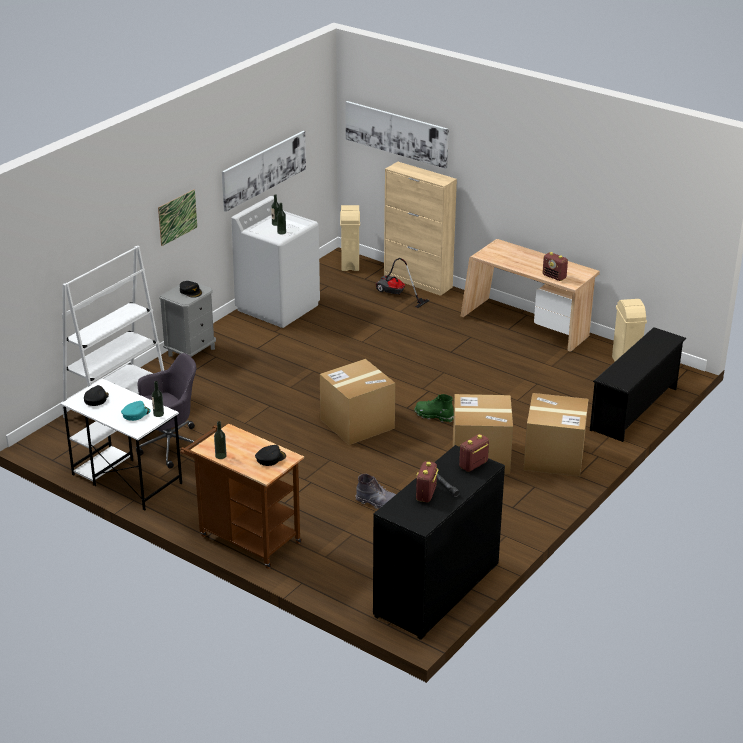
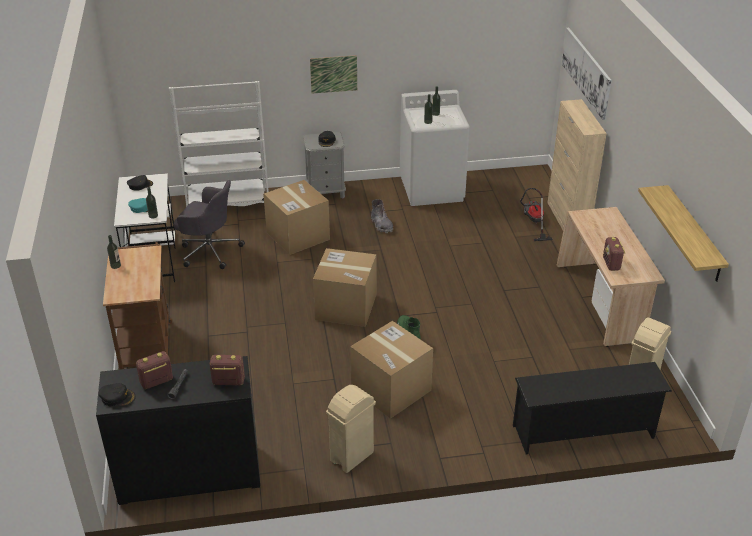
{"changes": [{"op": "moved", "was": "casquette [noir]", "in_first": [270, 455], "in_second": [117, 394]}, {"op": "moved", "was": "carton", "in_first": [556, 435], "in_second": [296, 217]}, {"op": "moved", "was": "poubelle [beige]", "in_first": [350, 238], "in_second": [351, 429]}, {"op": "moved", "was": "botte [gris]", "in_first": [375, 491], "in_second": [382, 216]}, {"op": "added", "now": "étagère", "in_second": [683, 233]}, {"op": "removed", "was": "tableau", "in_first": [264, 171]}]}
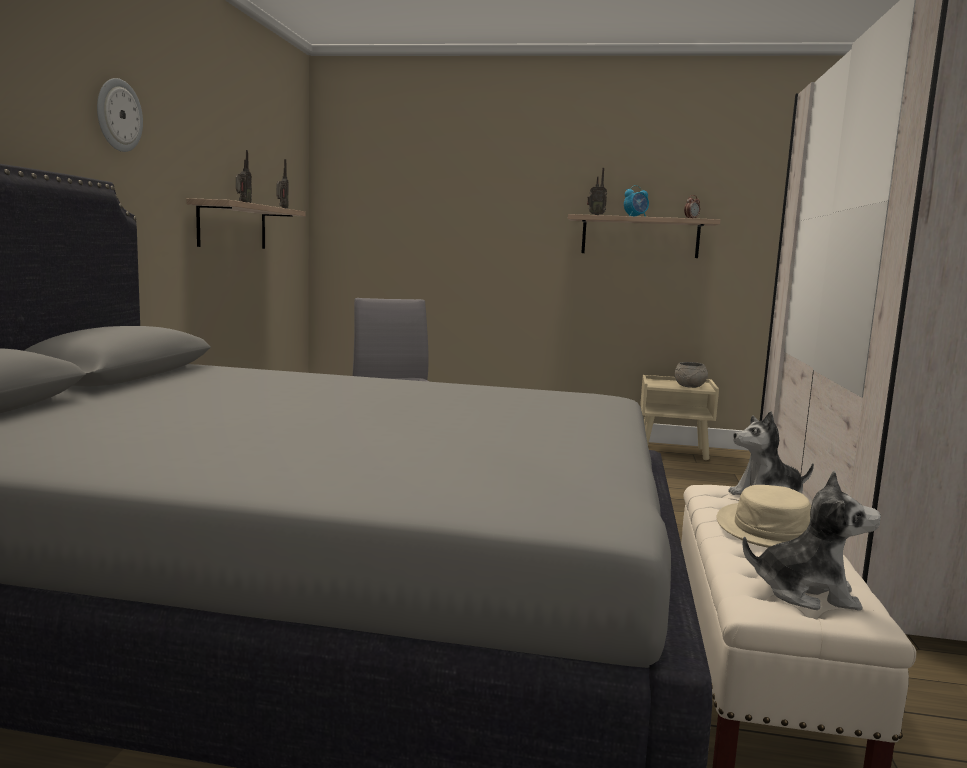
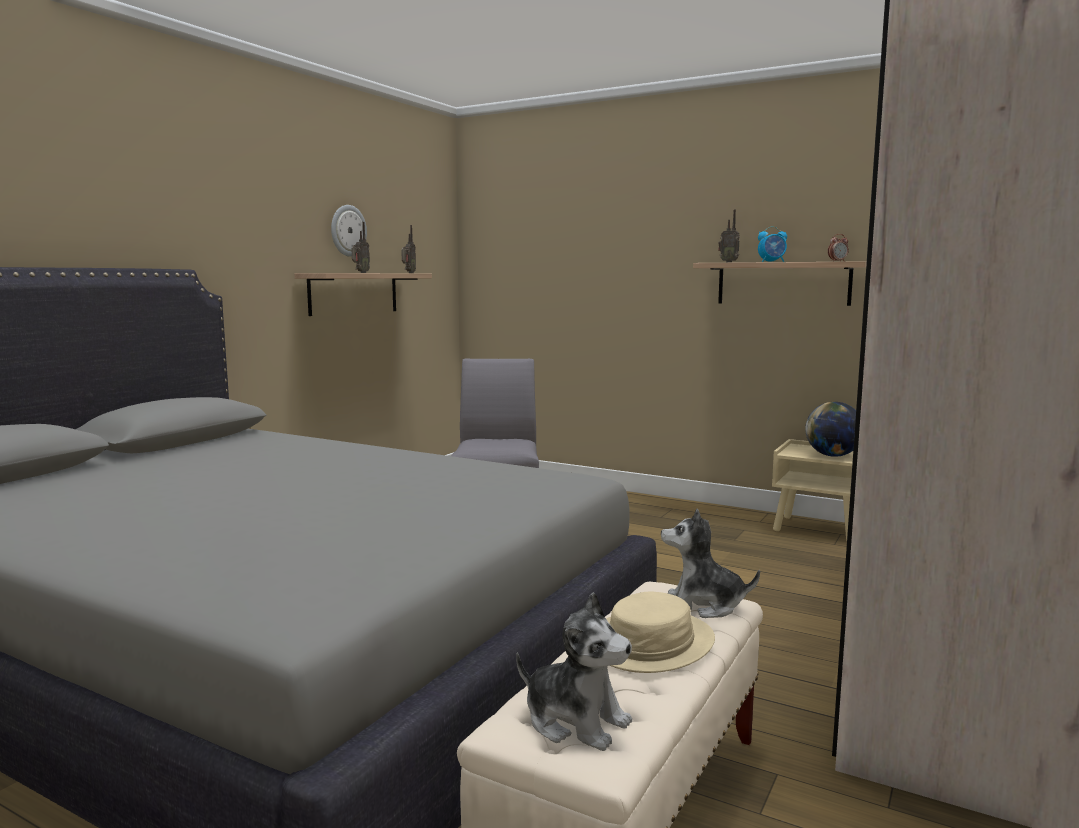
{"changes": [{"op": "moved", "was": "horloge murale", "in_first": [120, 115], "in_second": [349, 231]}, {"op": "replaced", "was": "bol [gris]", "now": "globe", "in_first": [691, 375], "in_second": [830, 429]}]}
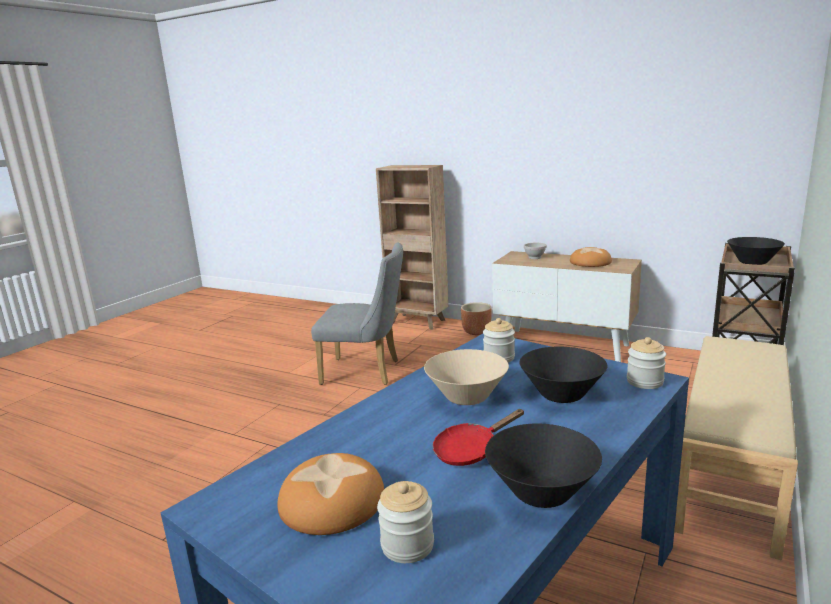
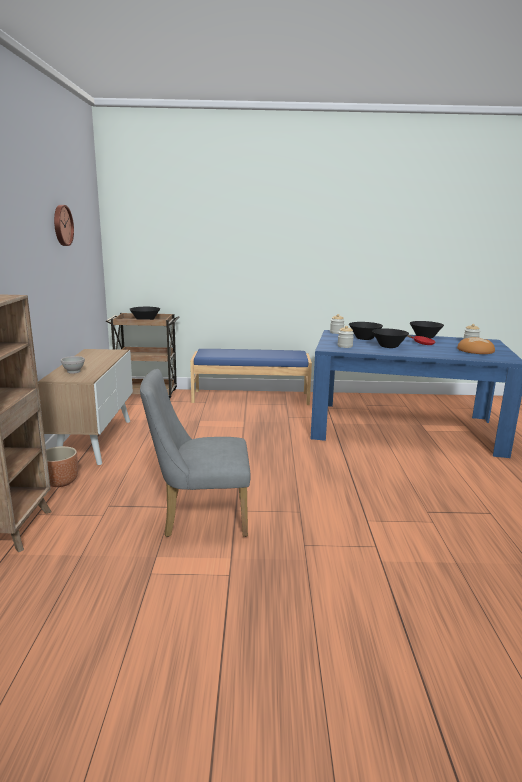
{"changes": [{"op": "added", "now": "horloge murale", "in_second": [64, 225]}, {"op": "turned", "was": "chaise [gris]", "in_first": [357, 314], "in_second": [195, 453], "clockwise": -75}, {"op": "recoloured", "was": "banc [beige]", "now": "banc [bleu]", "in_first": [736, 448], "in_second": [251, 377]}, {"op": "recoloured", "was": "bol [beige]", "now": "bol [noir]", "in_first": [466, 377], "in_second": [390, 338]}, {"op": "removed", "was": "pain", "in_first": [591, 257]}]}
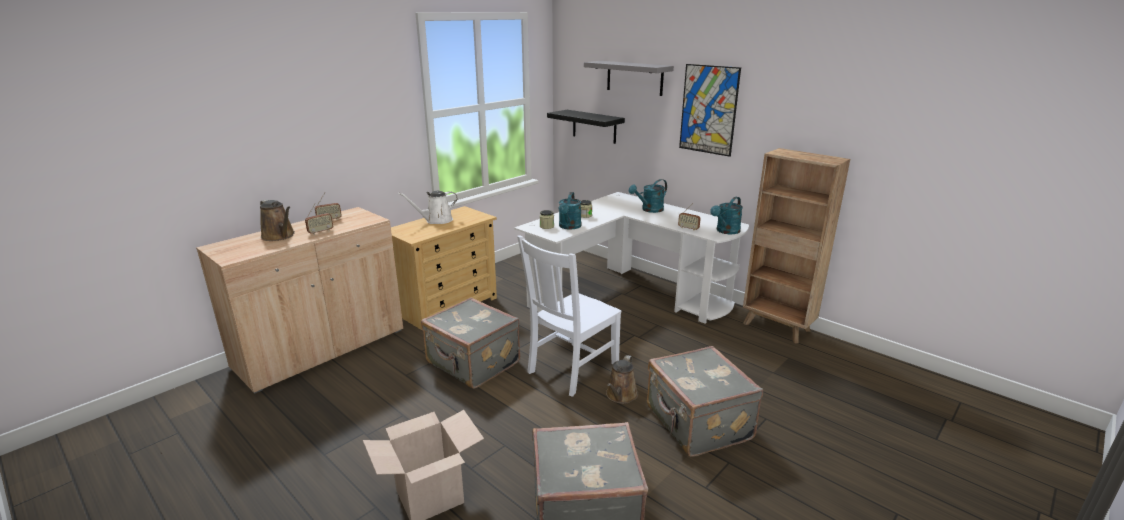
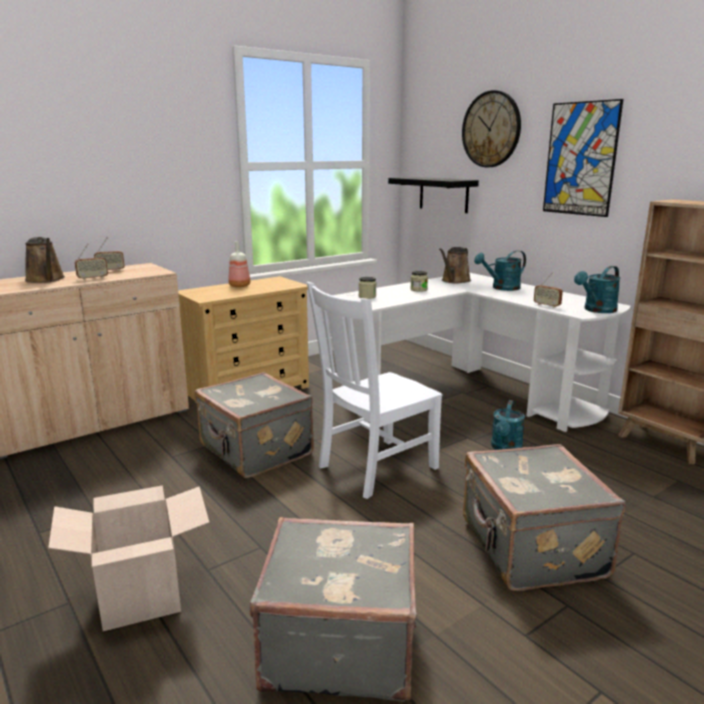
{"changes": [{"op": "replaced", "was": "arrosoir [blanc]", "now": "bouteille", "in_first": [428, 207], "in_second": [239, 264]}, {"op": "moved", "was": "arrosoir [marron]", "in_first": [622, 379], "in_second": [455, 265]}, {"op": "replaced", "was": "étagère [gris]", "now": "horloge murale", "in_first": [629, 78], "in_second": [491, 128]}, {"op": "moved", "was": "arrosoir [turquoise]", "in_first": [569, 211], "in_second": [508, 425]}]}
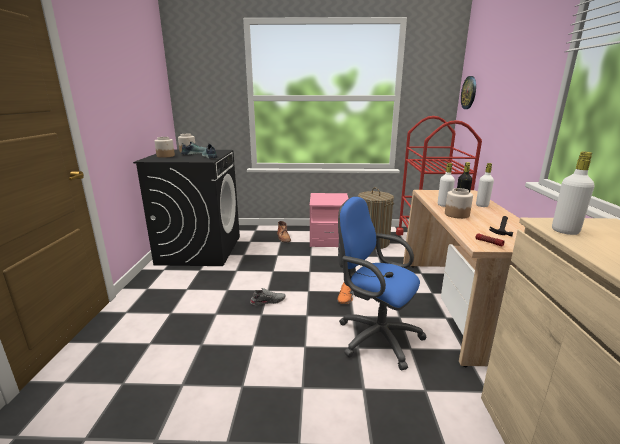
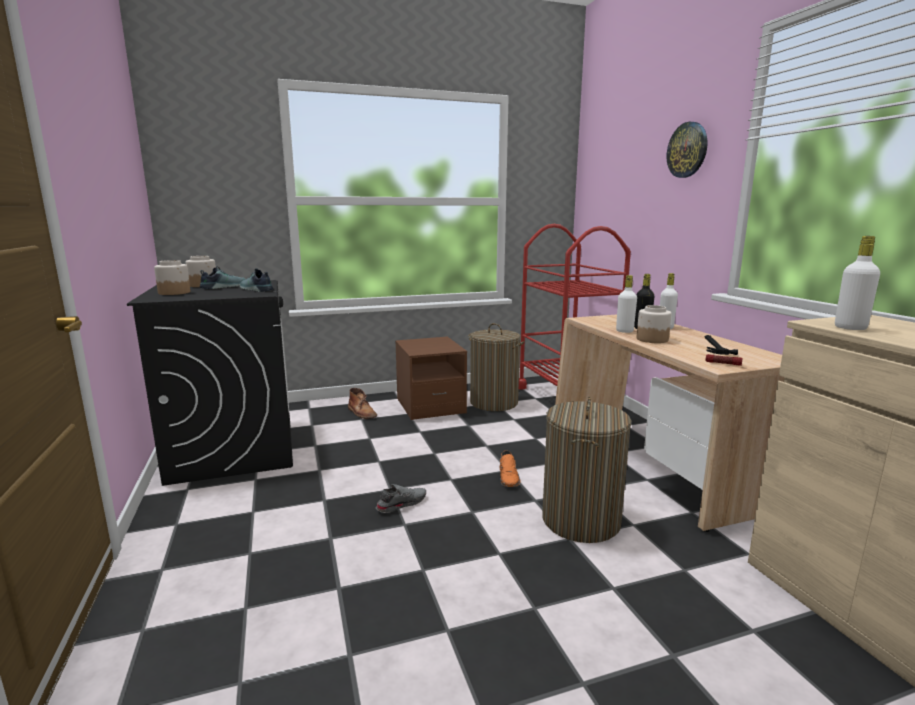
{"changes": [{"op": "recoloured", "was": "table de chevet [rose]", "now": "table de chevet [marron]", "in_first": [329, 220], "in_second": [431, 378]}, {"op": "replaced", "was": "chaise de bureau [bleu]", "now": "panier à linge", "in_first": [382, 283], "in_second": [586, 470]}, {"op": "moved", "was": "horloge murale", "in_first": [468, 92], "in_second": [687, 150]}]}
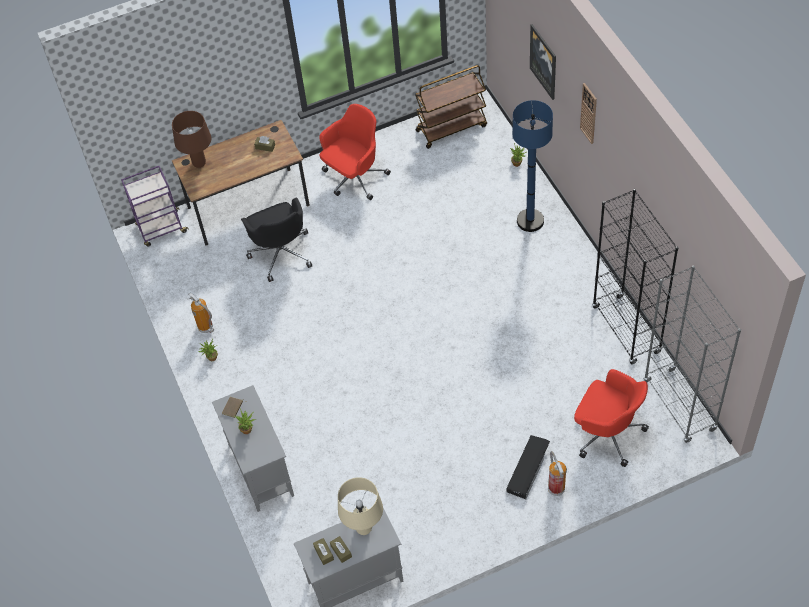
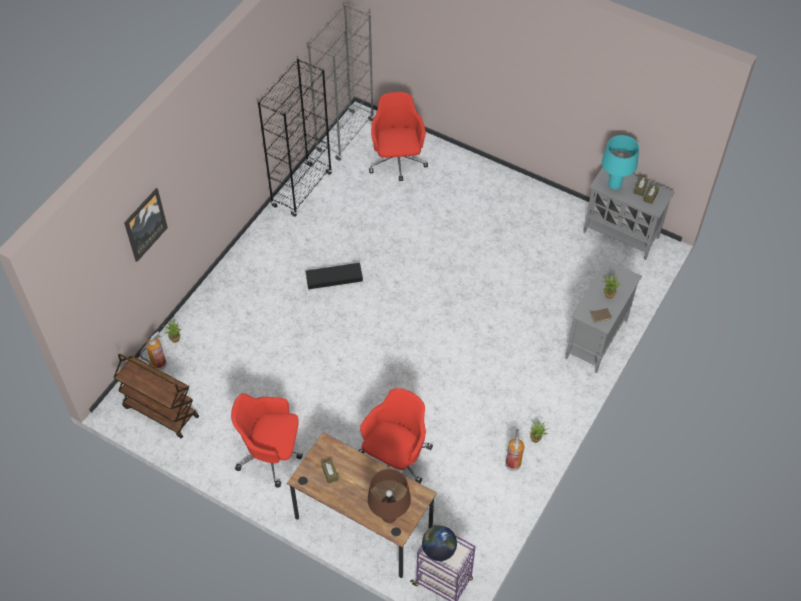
{"changes": [{"op": "moved", "was": "extincteur", "in_first": [557, 473], "in_second": [153, 350]}, {"op": "moved", "was": "boîte de rangement [noir]", "in_first": [528, 467], "in_second": [334, 276]}, {"op": "recoloured", "was": "chaise de bureau [noir]", "now": "chaise de bureau [rouge]", "in_first": [276, 239], "in_second": [396, 435]}, {"op": "added", "now": "globe", "in_second": [439, 543]}, {"op": "recoloured", "was": "lampe de table [beige]", "now": "lampe de table [turquoise]", "in_first": [360, 506], "in_second": [620, 162]}, {"op": "removed", "was": "lampadaire [bleu]", "in_first": [533, 166]}, {"op": "removed", "was": "horloge murale", "in_first": [588, 113]}]}
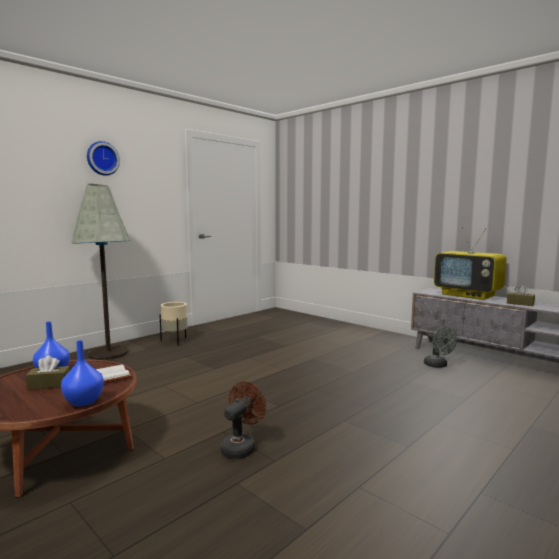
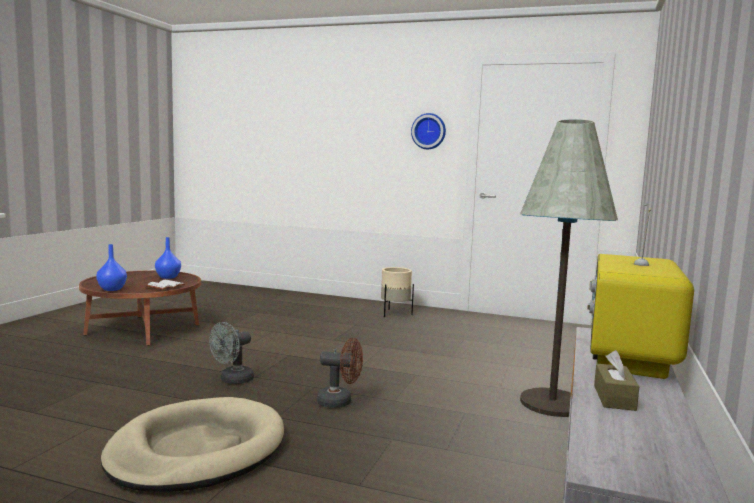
{"changes": [{"op": "added", "now": "panier pour chien [beige]", "in_second": [192, 444]}, {"op": "moved", "was": "ventilateur [gris]", "in_first": [440, 347], "in_second": [231, 353]}, {"op": "moved", "was": "ventilateur [marron]", "in_first": [243, 420], "in_second": [340, 373]}, {"op": "moved", "was": "horloge murale", "in_first": [103, 158], "in_second": [428, 131]}, {"op": "moved", "was": "lampadaire [gris]", "in_first": [101, 272], "in_second": [569, 268]}, {"op": "removed", "was": "boîte à mouchoirs [marron]", "in_first": [48, 373]}]}
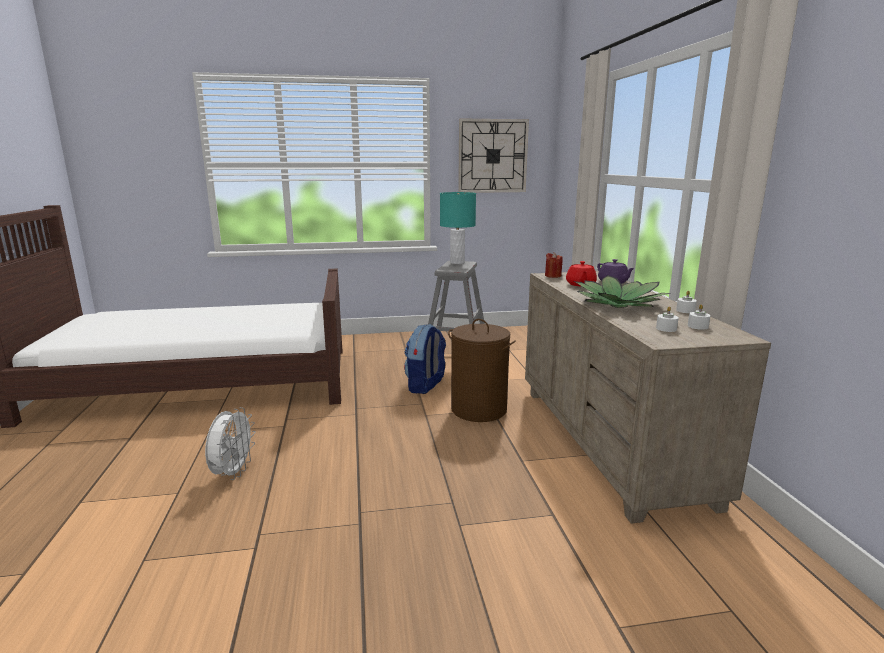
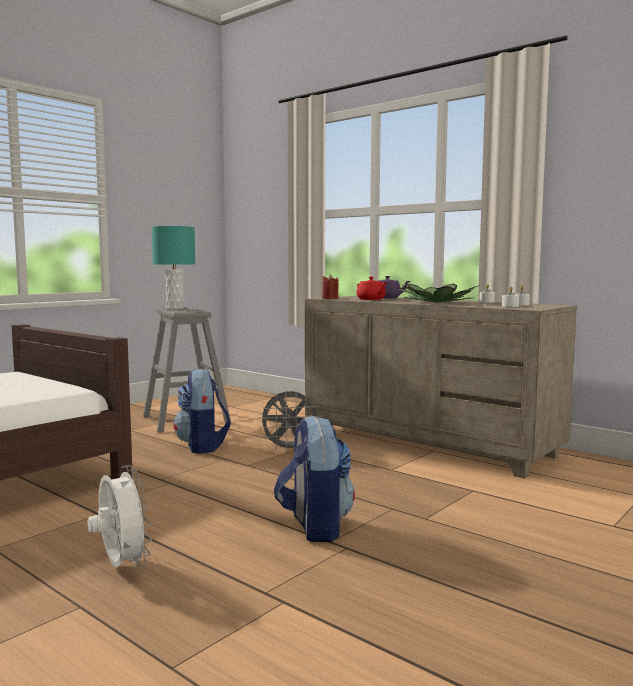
{"changes": [{"op": "replaced", "was": "panier à linge [marron]", "now": "ventilateur [gris]", "in_first": [482, 370], "in_second": [290, 421]}, {"op": "added", "now": "sac à dos", "in_second": [314, 479]}, {"op": "removed", "was": "horloge murale", "in_first": [493, 155]}]}
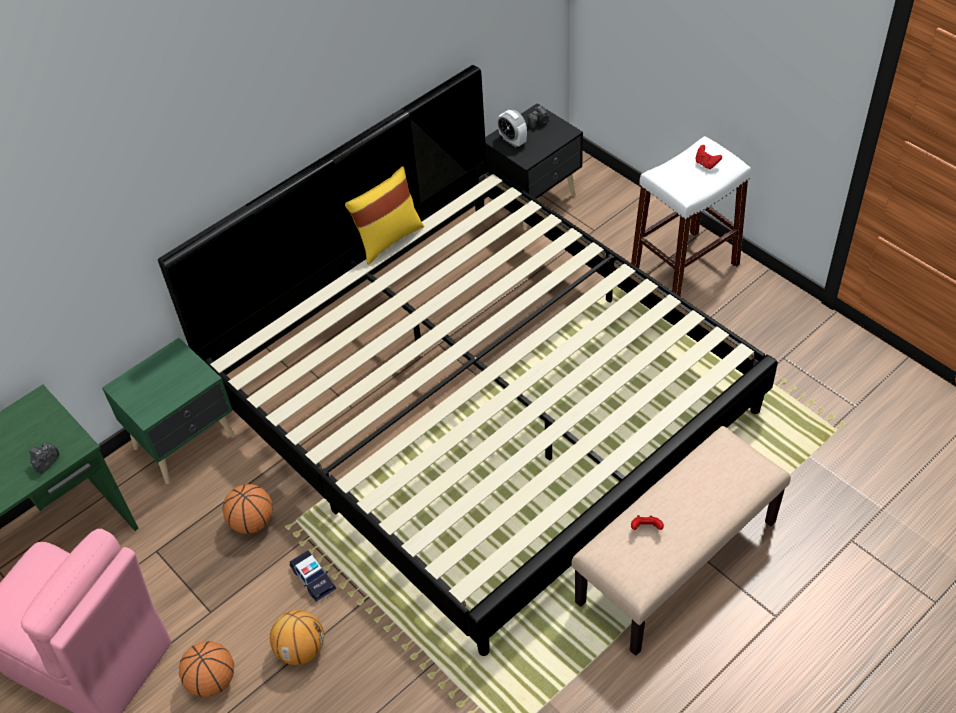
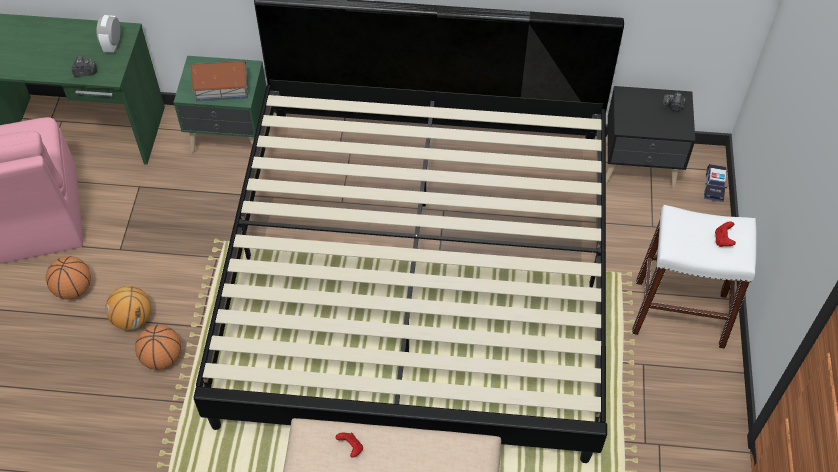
{"changes": [{"op": "moved", "was": "réveil", "in_first": [512, 128], "in_second": [108, 34]}, {"op": "moved", "was": "ballon de basket", "in_first": [247, 509], "in_second": [158, 347]}, {"op": "added", "now": "maison miniature", "in_second": [219, 81]}, {"op": "moved", "was": "petite voiture", "in_first": [312, 576], "in_second": [715, 183]}, {"op": "removed", "was": "coussin [jaune]", "in_first": [384, 215]}]}
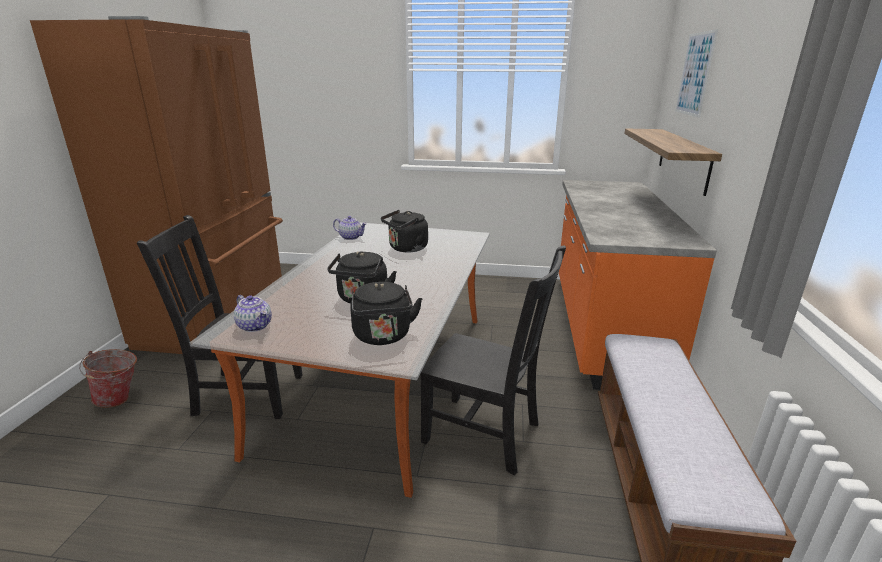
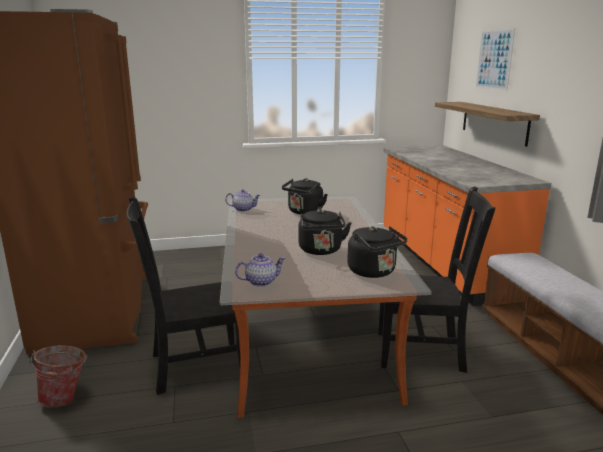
{"changes": [{"op": "turned", "was": "théière", "in_first": [253, 313], "in_second": [260, 270], "clockwise": -45}]}
